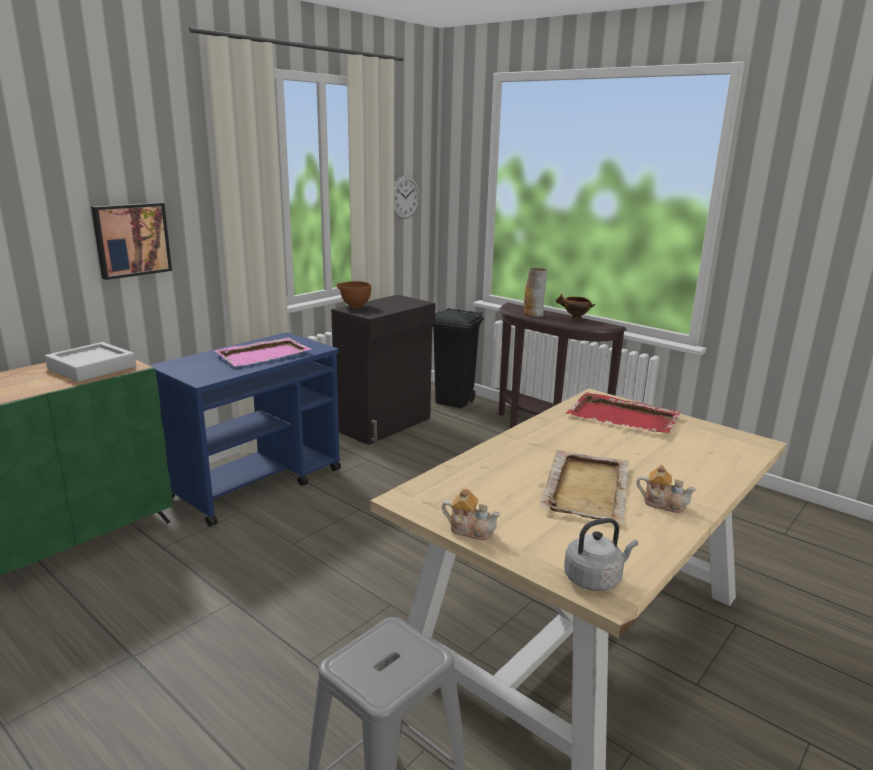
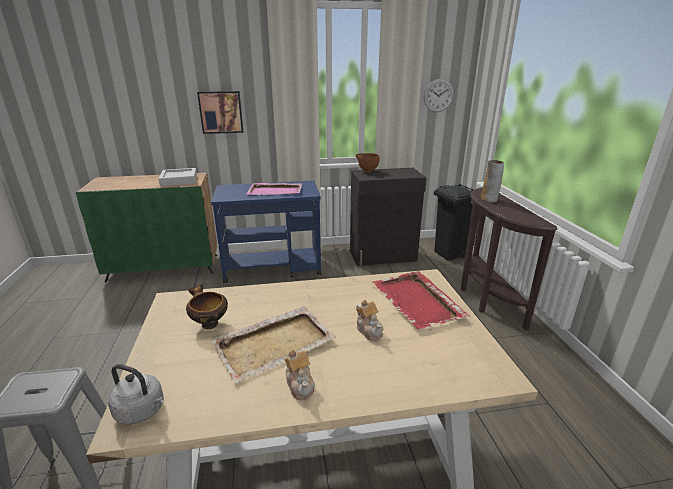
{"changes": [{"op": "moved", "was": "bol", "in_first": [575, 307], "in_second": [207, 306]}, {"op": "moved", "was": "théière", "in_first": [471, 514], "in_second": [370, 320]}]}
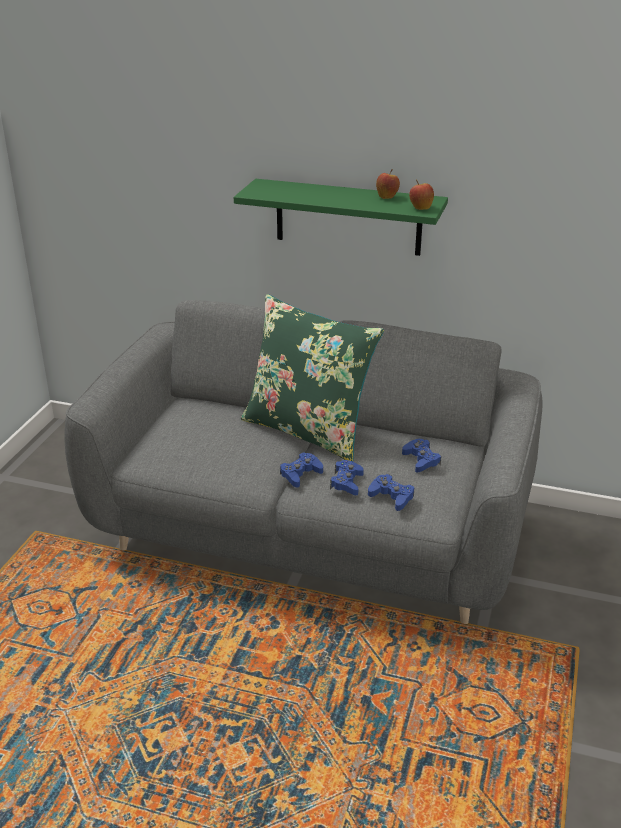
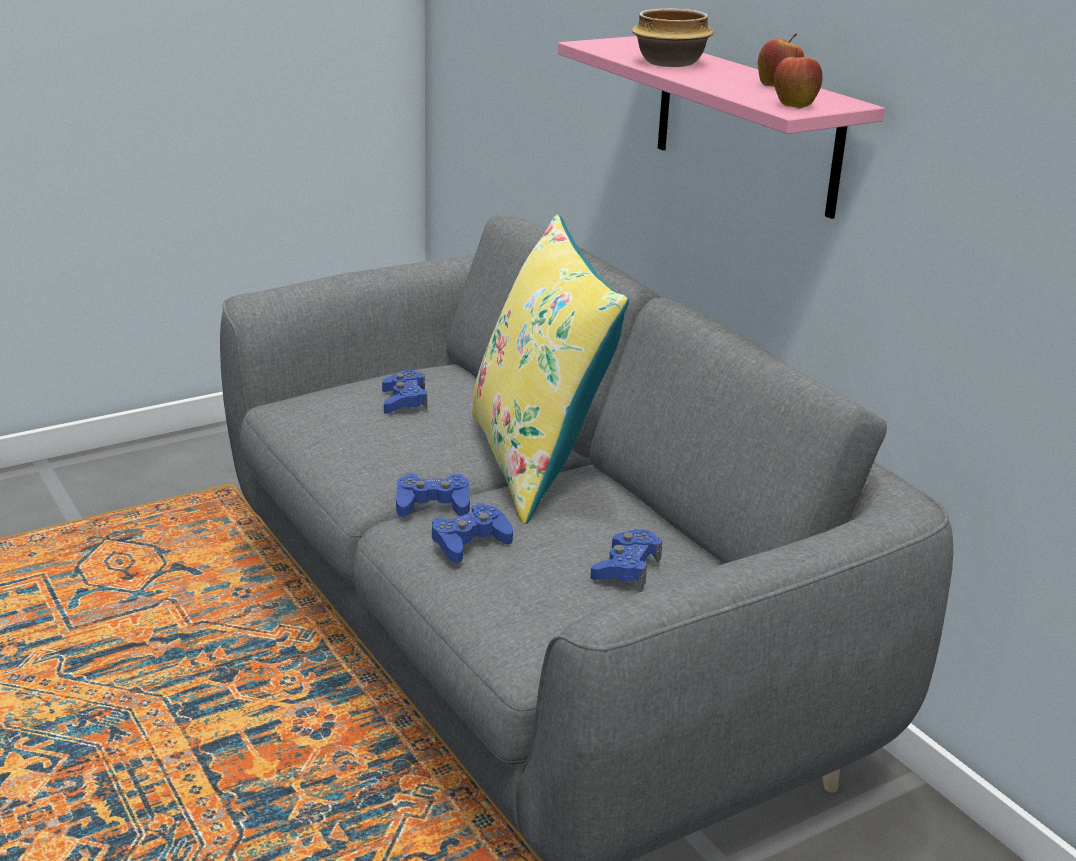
{"changes": [{"op": "moved", "was": "manette [bleu]", "in_first": [391, 492], "in_second": [404, 391]}, {"op": "recoloured", "was": "coussin [vert]", "now": "coussin [jaune]", "in_first": [312, 377], "in_second": [550, 369]}, {"op": "recoloured", "was": "étagère [vert]", "now": "étagère [rose]", "in_first": [341, 217], "in_second": [721, 127]}, {"op": "added", "now": "bol", "in_second": [673, 37]}]}
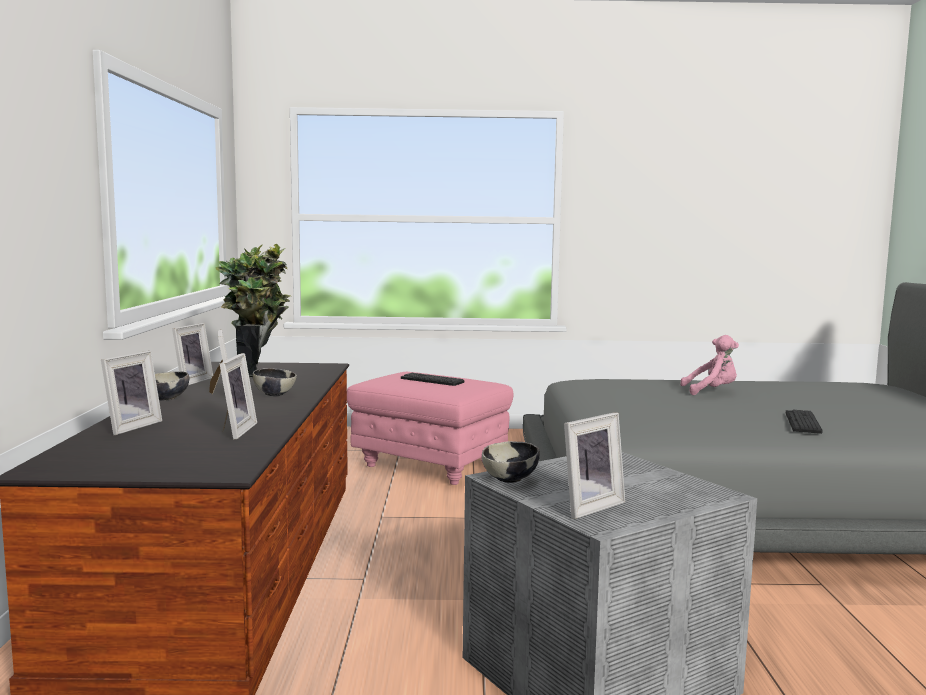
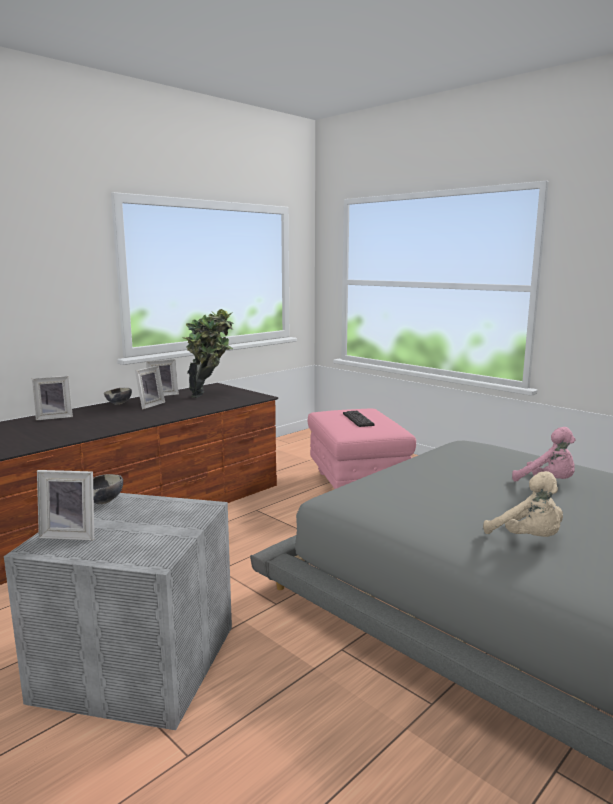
{"changes": [{"op": "replaced", "was": "clavier", "now": "peluche [beige]", "in_first": [804, 422], "in_second": [523, 504]}, {"op": "removed", "was": "cadre photo", "in_first": [238, 396]}, {"op": "removed", "was": "bol", "in_first": [274, 382]}]}
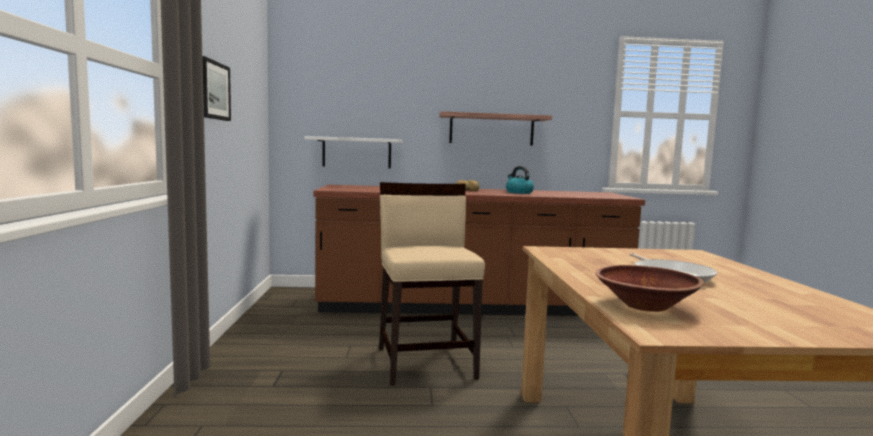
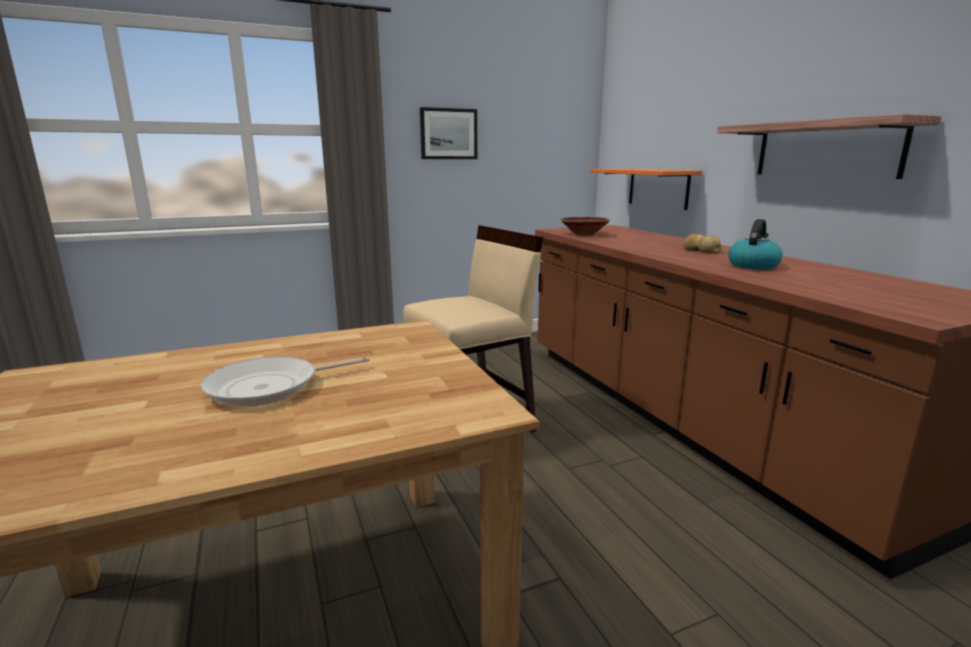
{"changes": [{"op": "moved", "was": "bol [marron]", "in_first": [649, 288], "in_second": [585, 226]}, {"op": "recoloured", "was": "étagère [blanc]", "now": "étagère [orange]", "in_first": [353, 152], "in_second": [646, 189]}]}
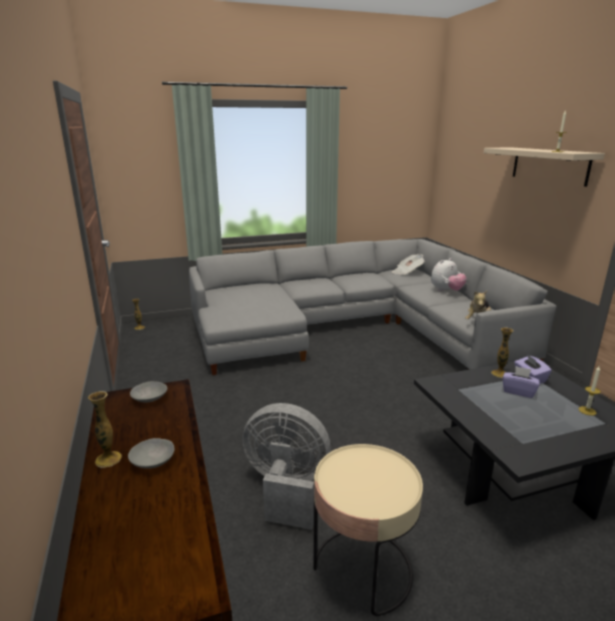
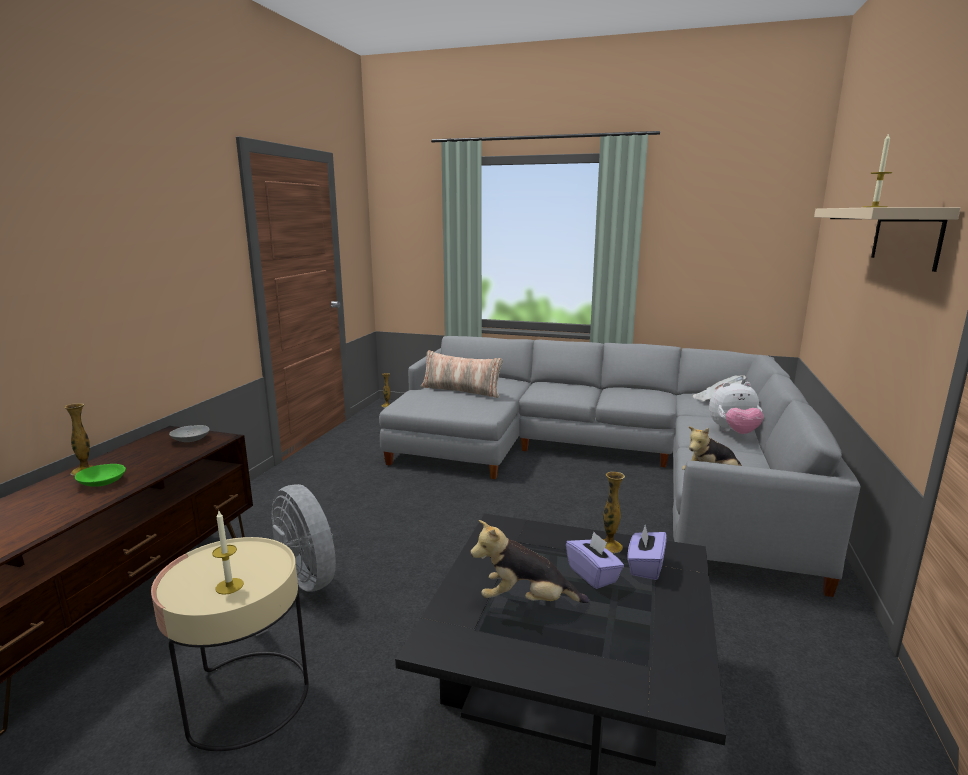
{"changes": [{"op": "recoloured", "was": "bol [gris]", "now": "bol [vert]", "in_first": [151, 453], "in_second": [100, 475]}, {"op": "moved", "was": "bougie", "in_first": [589, 391], "in_second": [228, 553]}, {"op": "added", "now": "coussin", "in_second": [462, 374]}, {"op": "added", "now": "peluche", "in_second": [529, 561]}]}
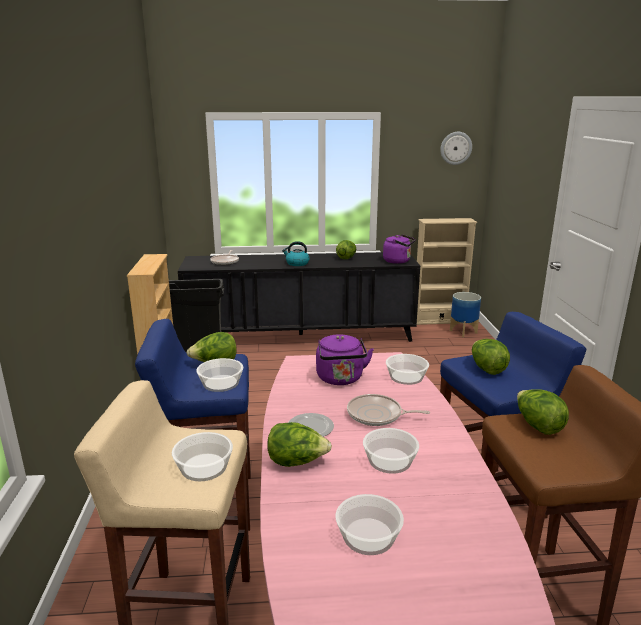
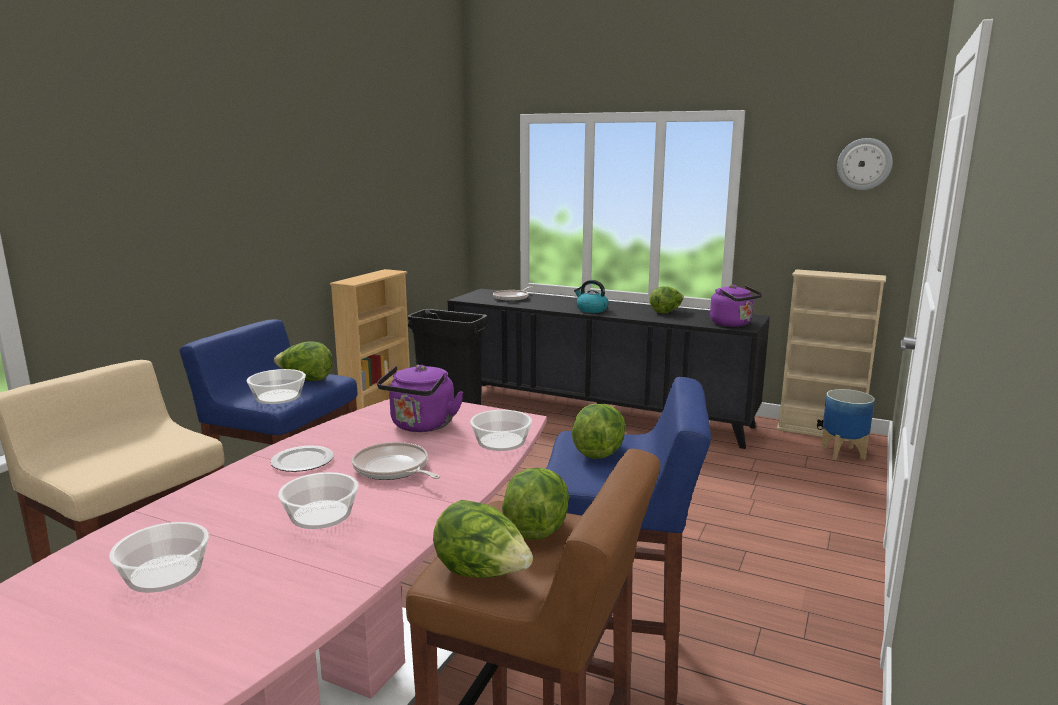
{"changes": [{"op": "moved", "was": "laitue", "in_first": [299, 444], "in_second": [483, 539]}, {"op": "removed", "was": "bol", "in_first": [202, 456]}]}
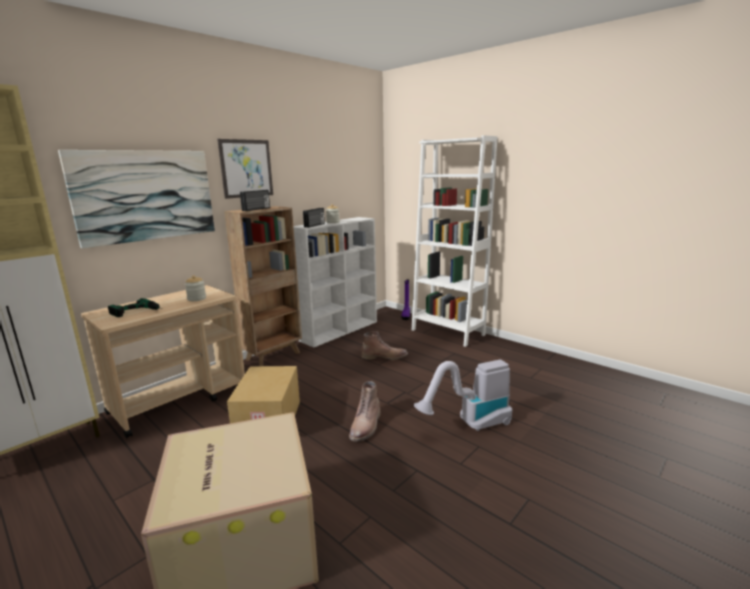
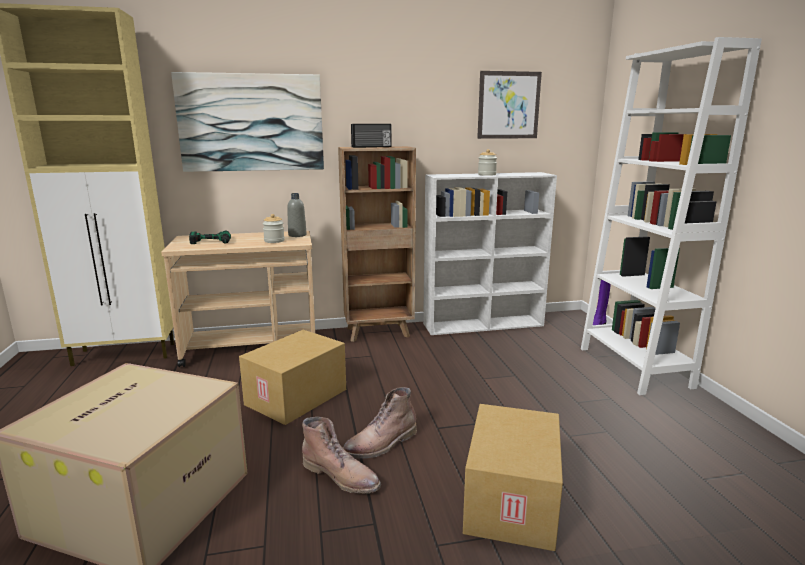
{"changes": [{"op": "added", "now": "bouteille [gris]", "in_second": [297, 215]}, {"op": "moved", "was": "botte [marron]", "in_first": [385, 345], "in_second": [341, 455]}, {"op": "replaced", "was": "aspirateur", "now": "carton", "in_first": [463, 395], "in_second": [513, 477]}, {"op": "moved", "was": "tableau", "in_first": [245, 169], "in_second": [509, 105]}, {"op": "removed", "was": "radio", "in_first": [314, 218]}]}
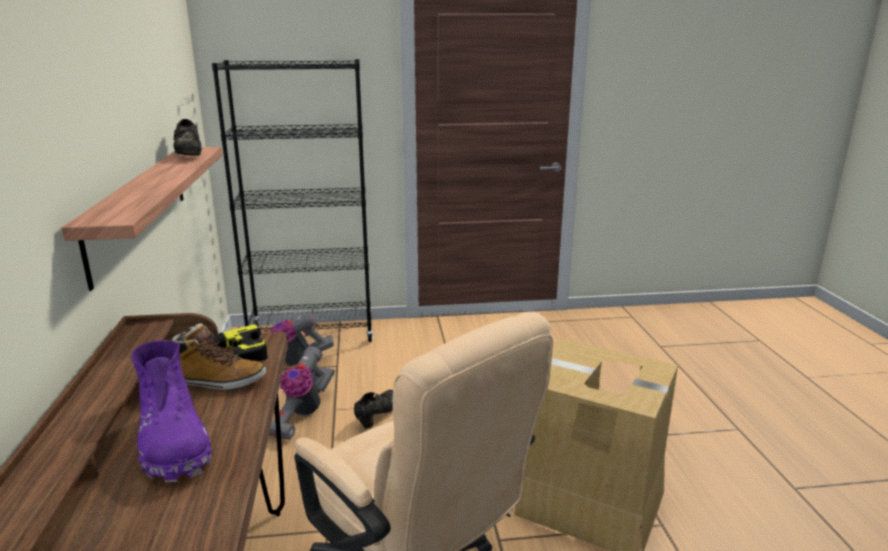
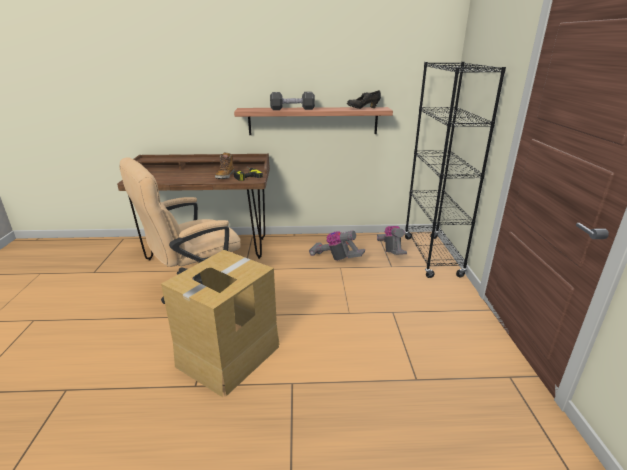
{"changes": [{"op": "added", "now": "haltère [noir]", "in_second": [292, 101]}, {"op": "removed", "was": "botte [violet]", "in_first": [171, 411]}, {"op": "removed", "was": "chaussure [noir]", "in_first": [373, 409]}]}
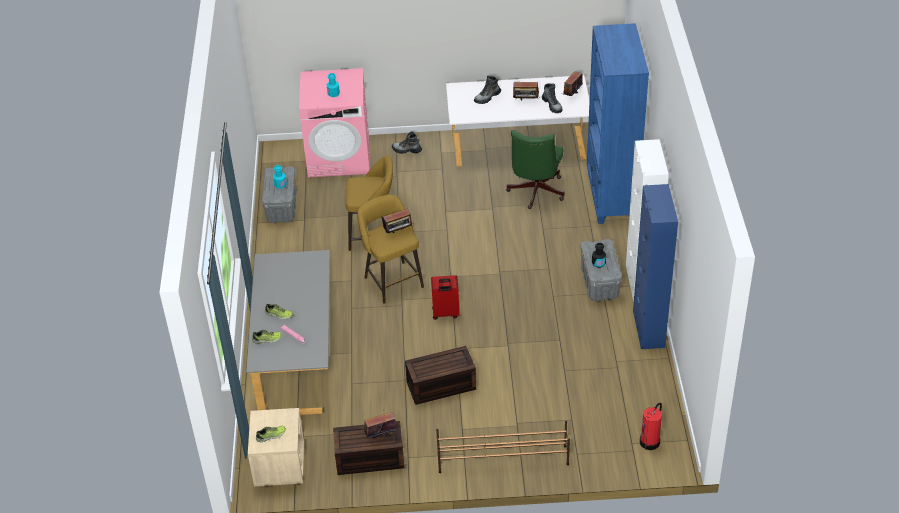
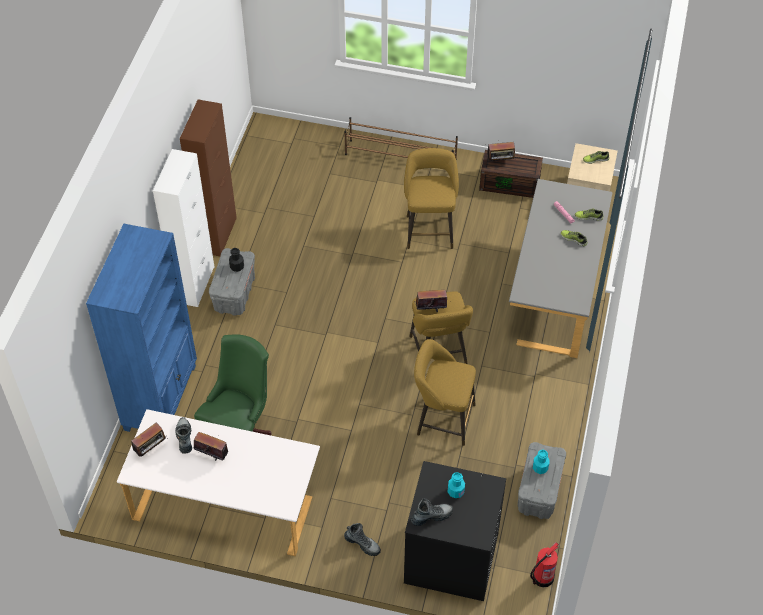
{"changes": [{"op": "recoloured", "was": "meuble de rangement [bleu]", "now": "meuble de rangement [marron]", "in_first": [655, 266], "in_second": [208, 177]}, {"op": "replaced", "was": "boîte de rangement [marron]", "now": "tabouret [jaune]", "in_first": [440, 375], "in_second": [431, 198]}, {"op": "recoloured", "was": "lave-linge [rose]", "now": "lave-linge [noir]", "in_first": [334, 122], "in_second": [455, 531]}, {"op": "moved", "was": "botte", "in_first": [487, 89], "in_second": [431, 512]}, {"op": "moved", "was": "extincteur", "in_first": [651, 426], "in_second": [544, 564]}, {"op": "removed", "was": "valise [rouge]", "in_first": [445, 297]}]}
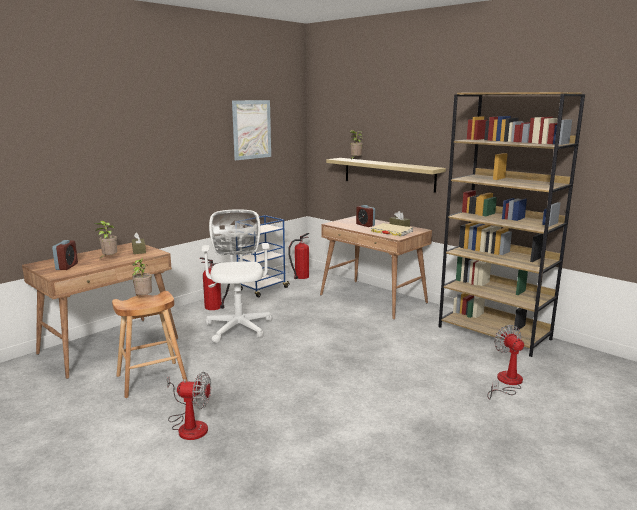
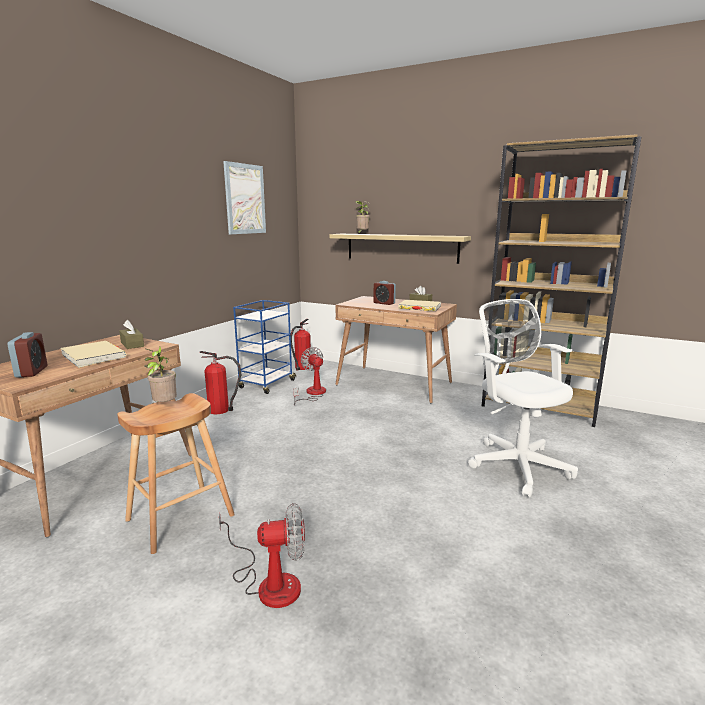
{"changes": [{"op": "replaced", "was": "plante en pot", "now": "livre [beige]", "in_first": [105, 239], "in_second": [93, 354]}, {"op": "moved", "was": "ventilateur", "in_first": [505, 362], "in_second": [310, 376]}, {"op": "moved", "was": "chaise de bureau [blanc]", "in_first": [237, 276], "in_second": [523, 398]}]}
